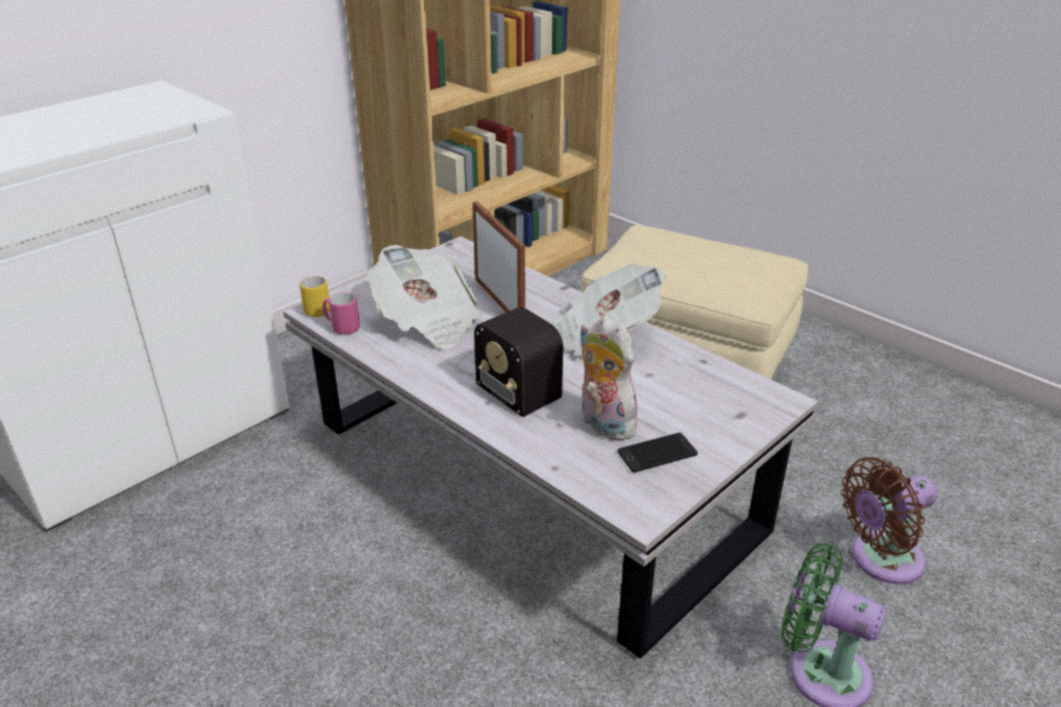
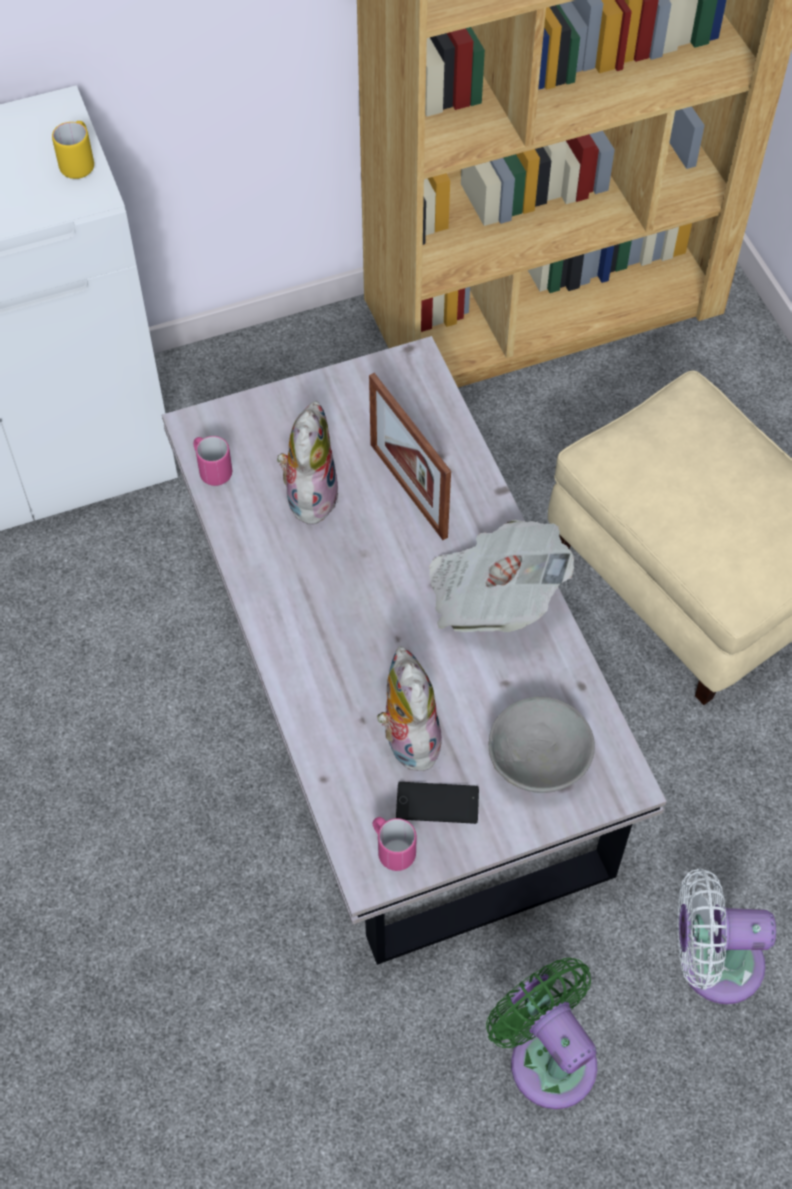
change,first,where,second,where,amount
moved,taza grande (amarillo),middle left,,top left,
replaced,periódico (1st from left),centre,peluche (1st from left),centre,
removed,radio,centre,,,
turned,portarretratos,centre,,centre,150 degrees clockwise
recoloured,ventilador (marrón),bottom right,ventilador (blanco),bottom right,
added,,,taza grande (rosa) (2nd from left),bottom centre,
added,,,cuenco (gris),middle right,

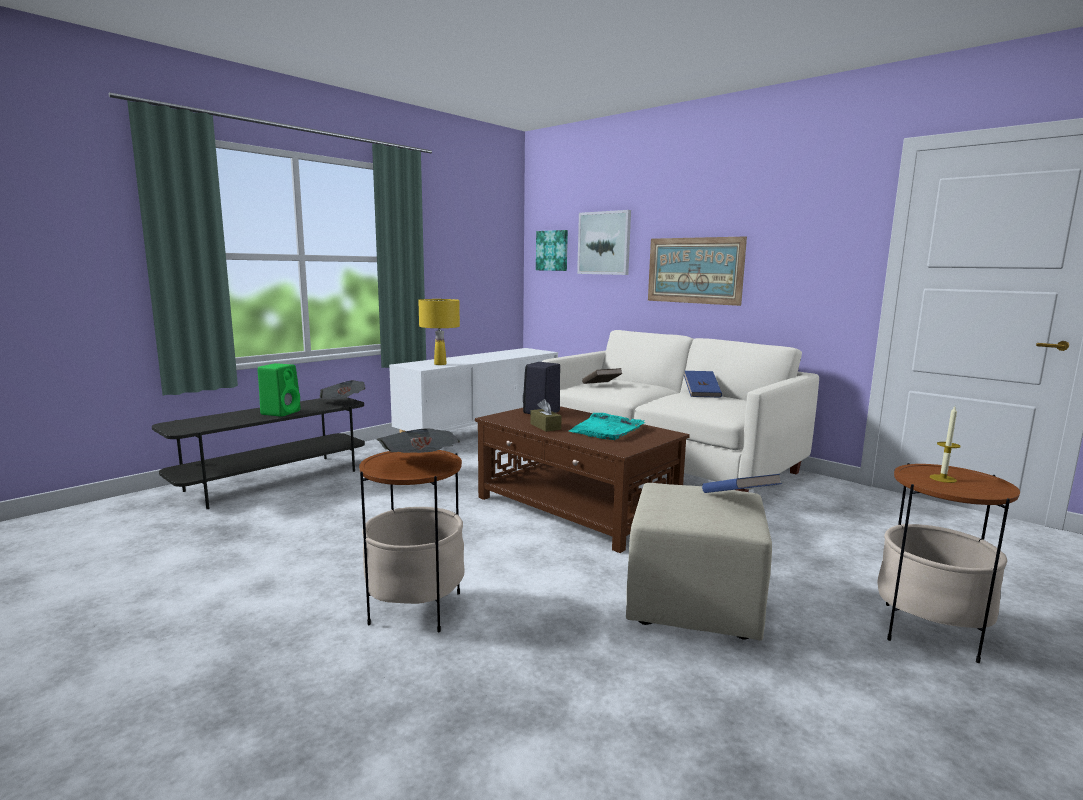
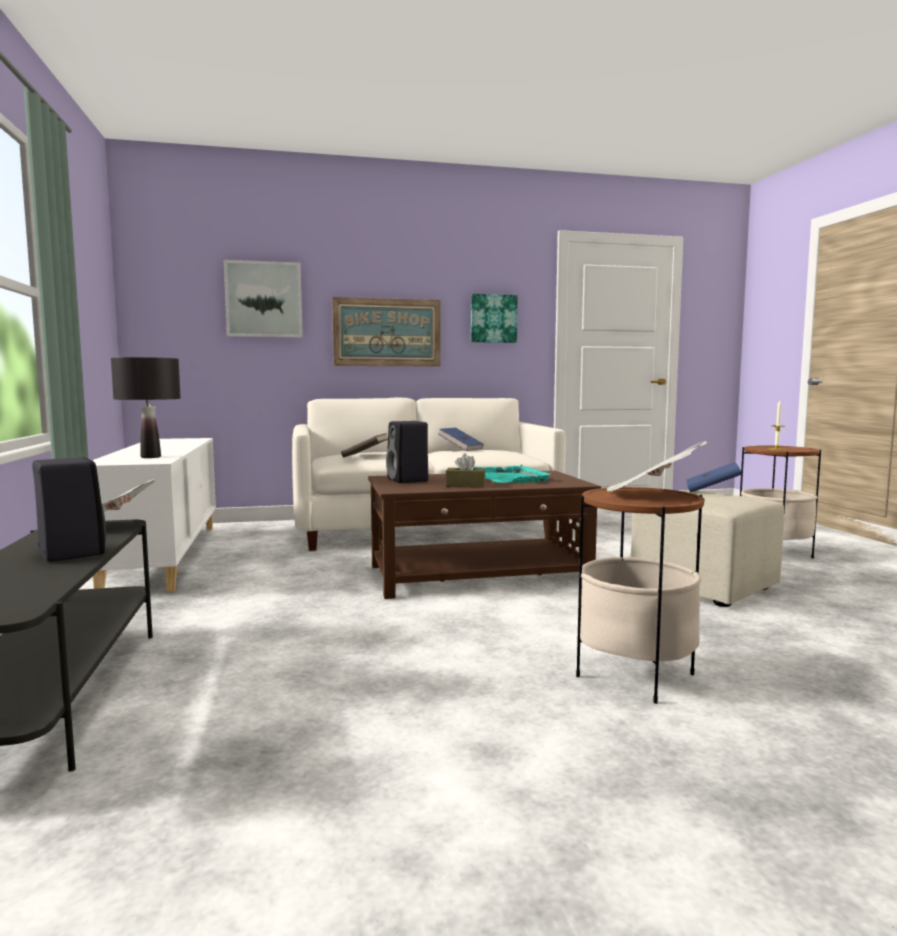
change,first,where,second,where,amount
recoloured,altavoz (verde),middle left,altavoz (negro) (1st from left),middle left,
recoloured,lámpara de mesa (amarillo),centre,lámpara de mesa (negro),middle left,
moved,cuadro (1st from left in the first image),top centre,cuadro (3rd from left),centre,

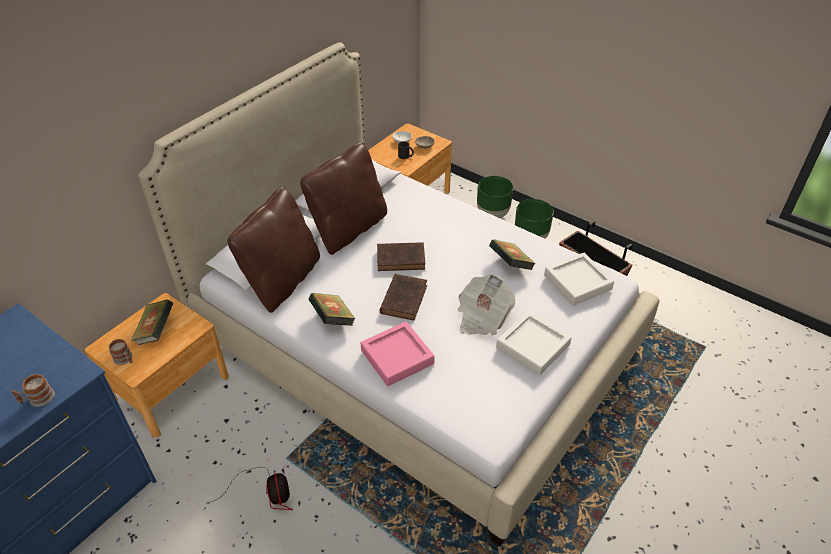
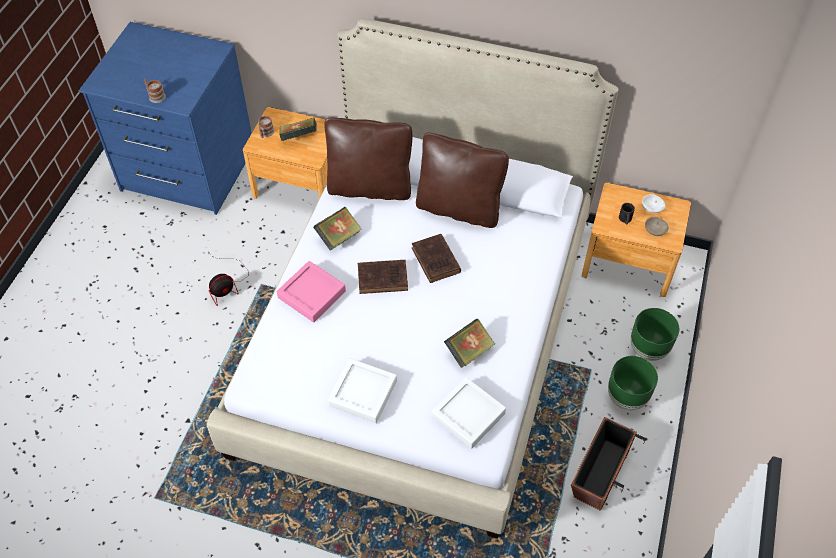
change,first,where,second,where,amount
removed,periódico,centre,,,

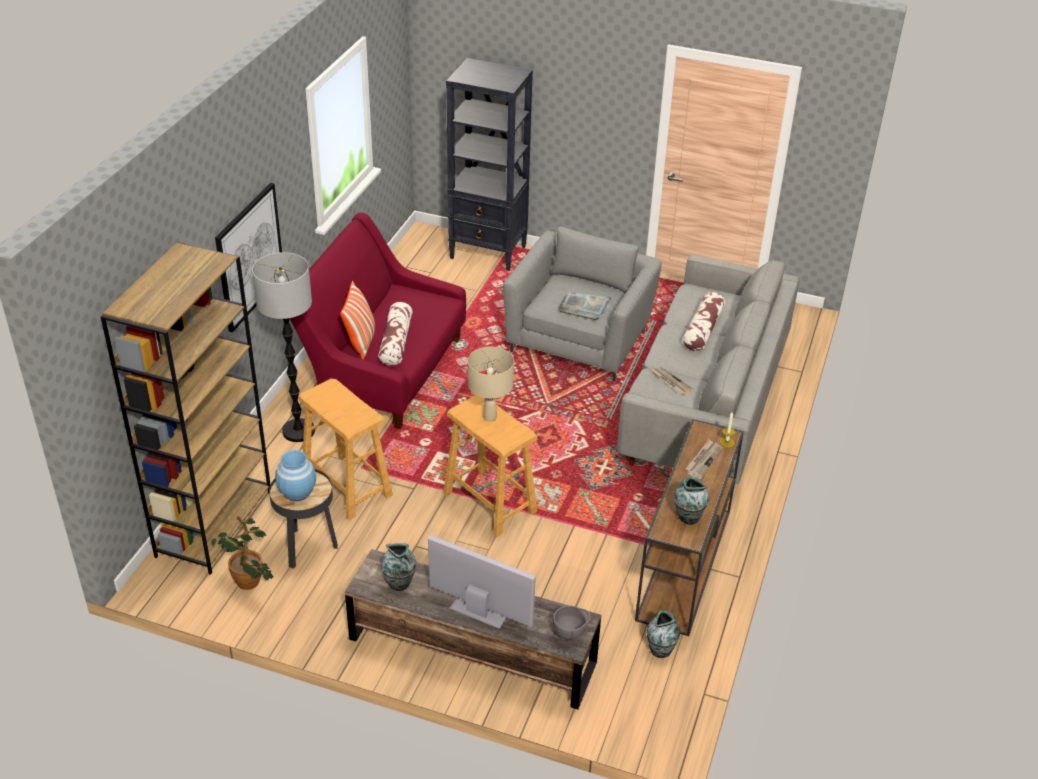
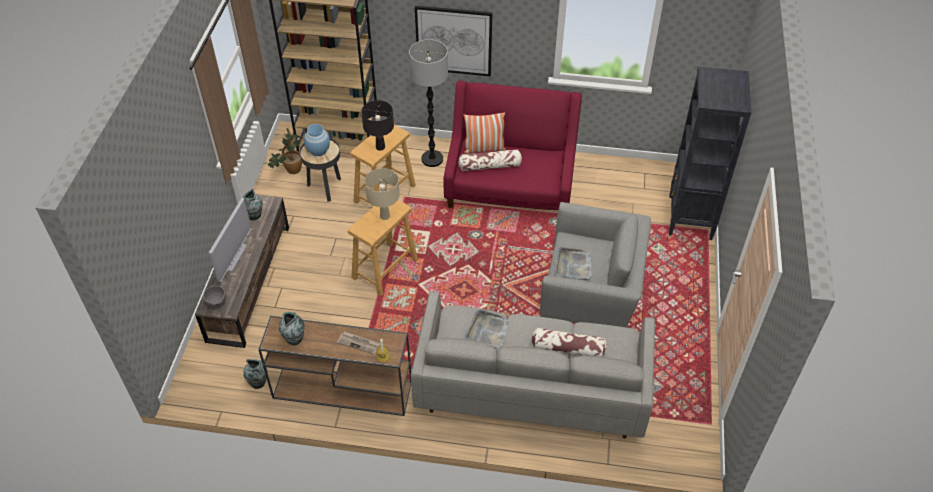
change,first,where,second,where,amount
replaced,periódico (1st from left),centre,bandeja (gris) (1st from left),bottom centre,
added,,,lámpara de mesa (negro),top centre,

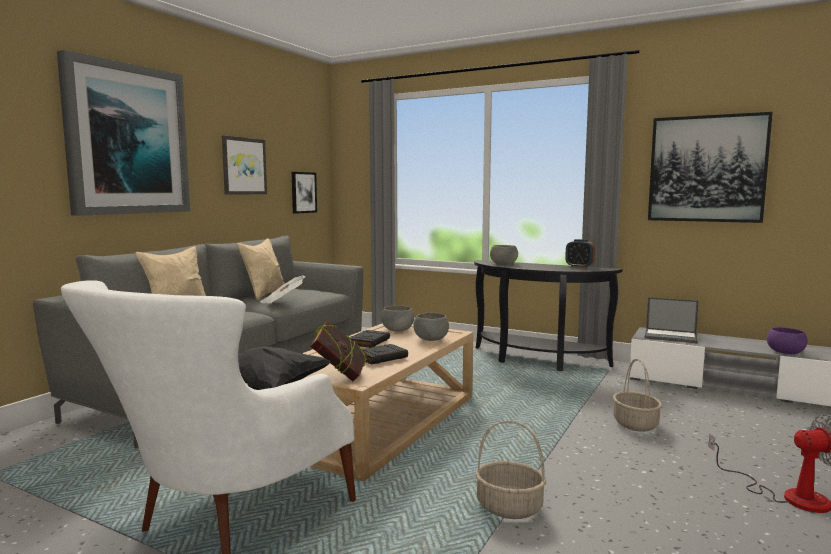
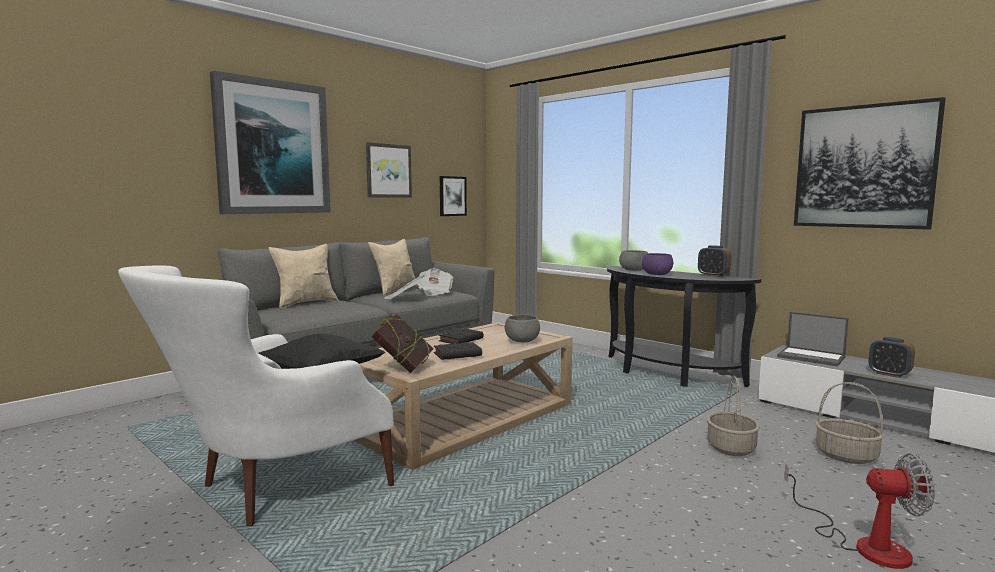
change,first,where,second,where,amount
removed,cuenco (gris) (1st from left),centre,,,
moved,cesta (1st from left in the first image),bottom centre,cesta (2nd from left),bottom right,
moved,cuenco (morado),middle right,,centre,
added,,,periódico (2nd from left),centre,
added,,,despertador (2nd from left),middle right,

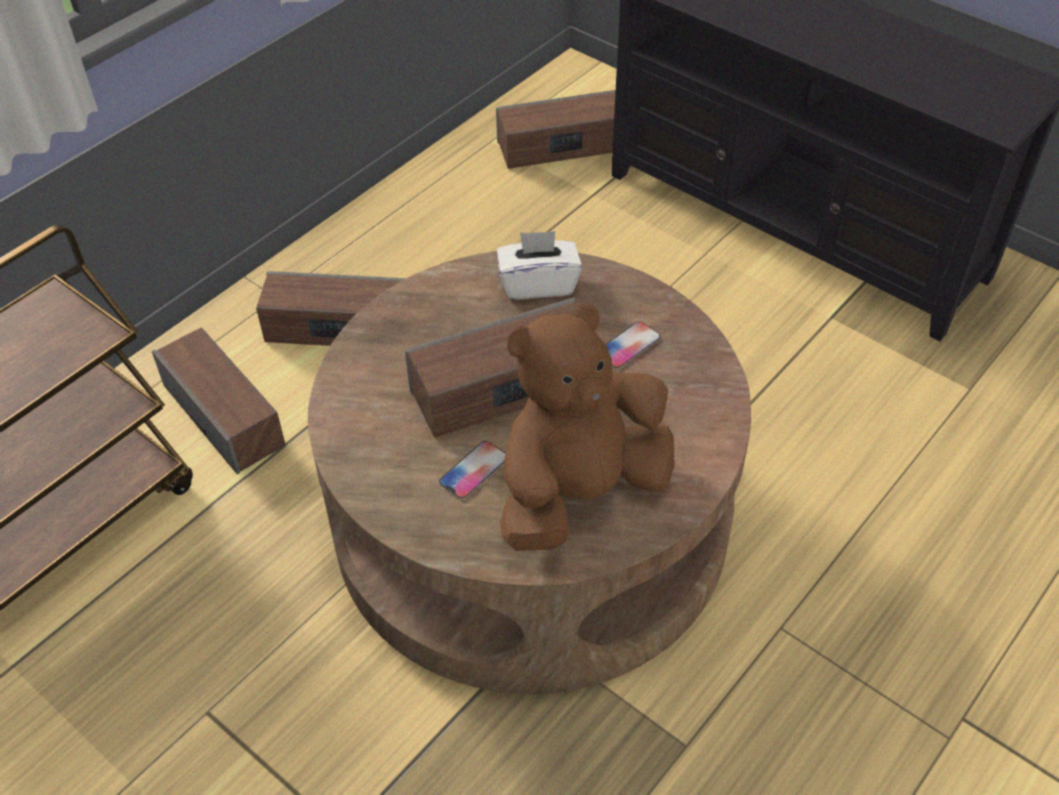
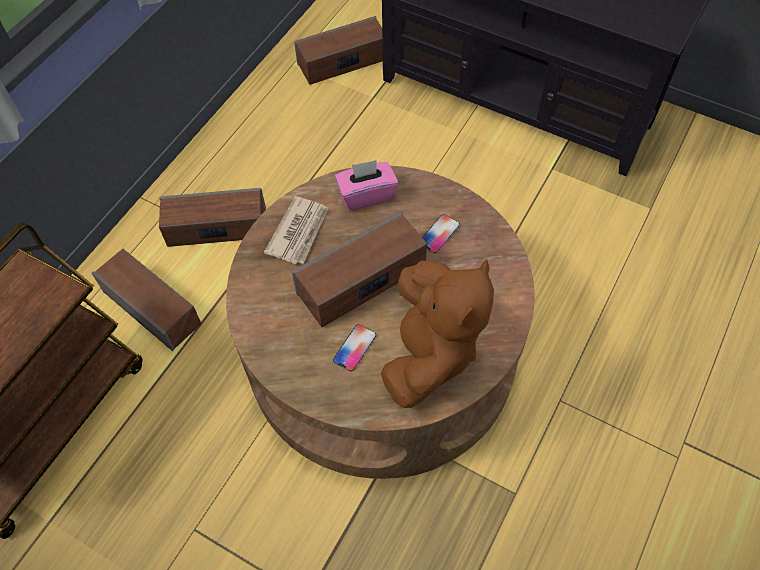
change,first,where,second,where,amount
recoloured,caja de pañuelos (blanco),centre,caja de pañuelos (rosa),top centre,
turned,peluche (marrón),centre,,centre,150 degrees clockwise
added,,,periódico,centre,

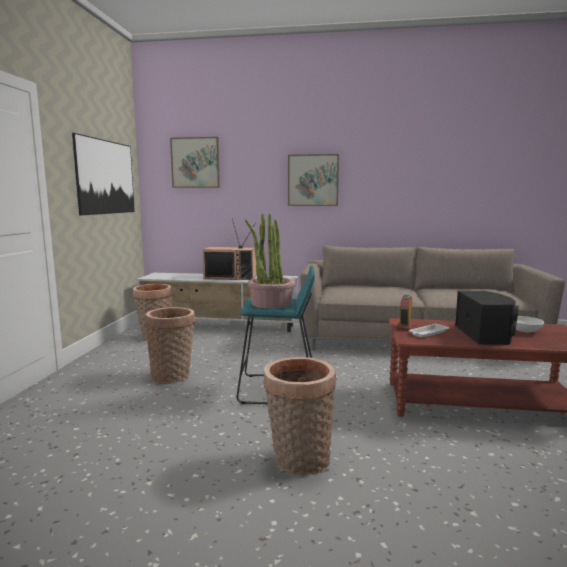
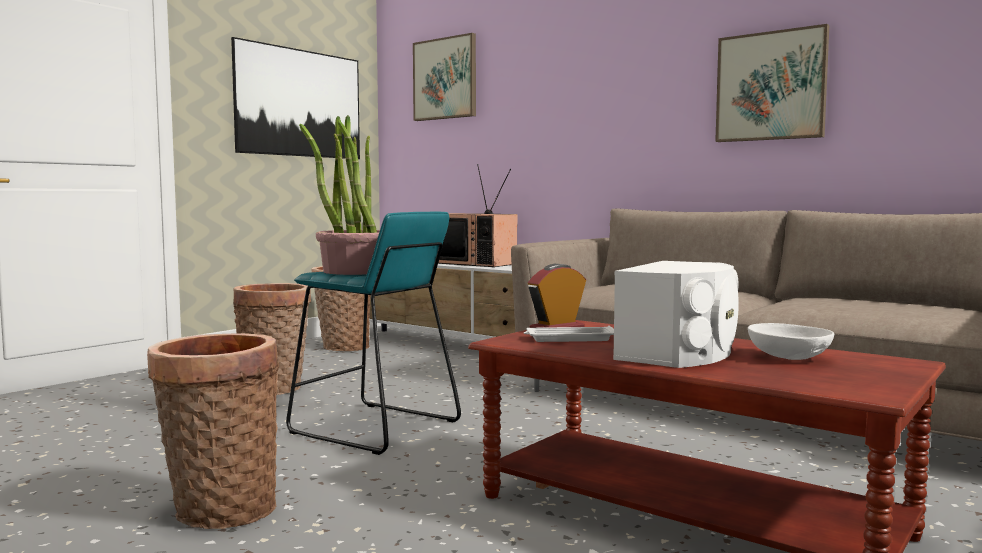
change,first,where,second,where,amount
moved,cuadro (3rd from left),top centre,,top right,
recoloured,altavoz (negro),middle right,altavoz (blanco),middle right,

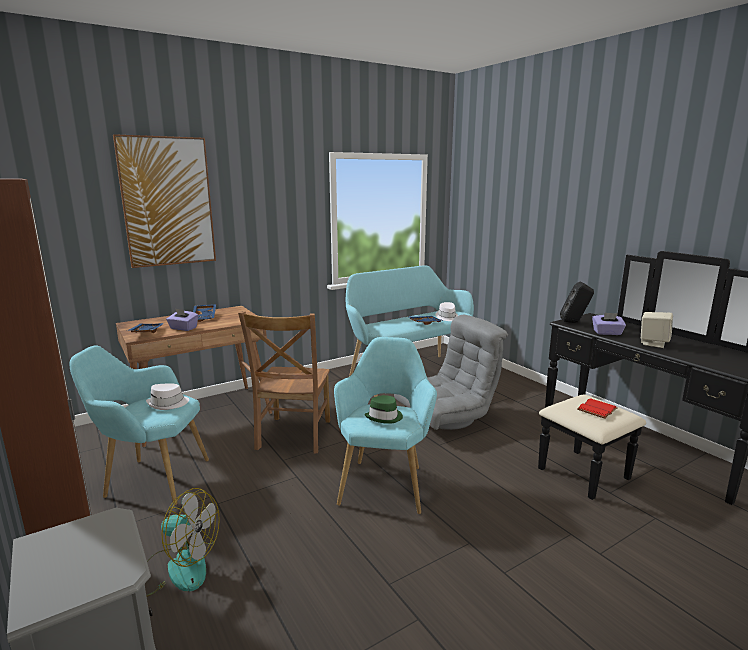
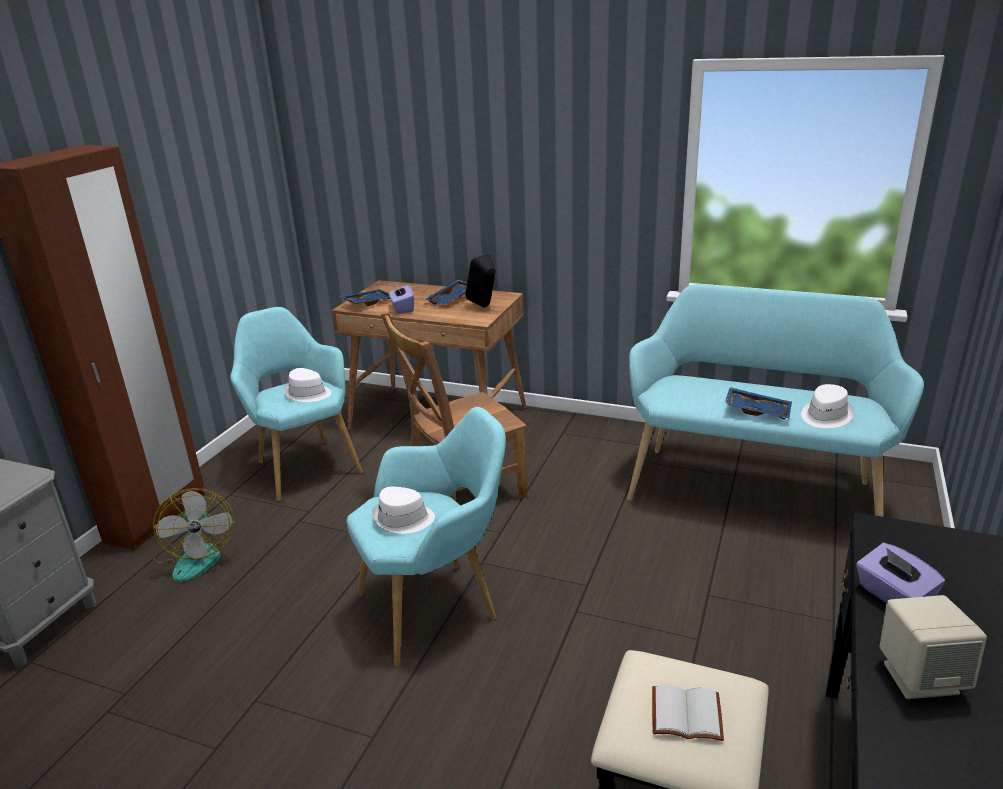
change,first,where,second,where,amount
removed,cuadro,top left,,,
recoloured,sombrero (verde),centre,sombrero (blanco) (2nd from left),centre,
removed,sillón (gris),centre,,,
moved,altavoz (negro),middle right,,centre,
recoloured,libro (rojo),middle right,libro (blanco),bottom right,

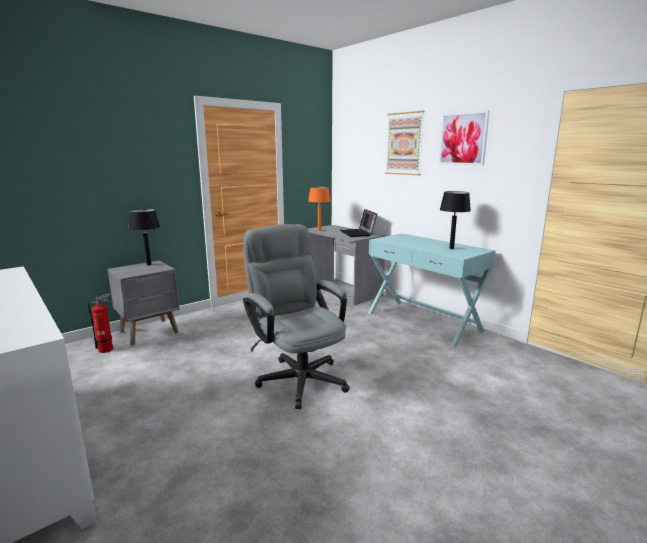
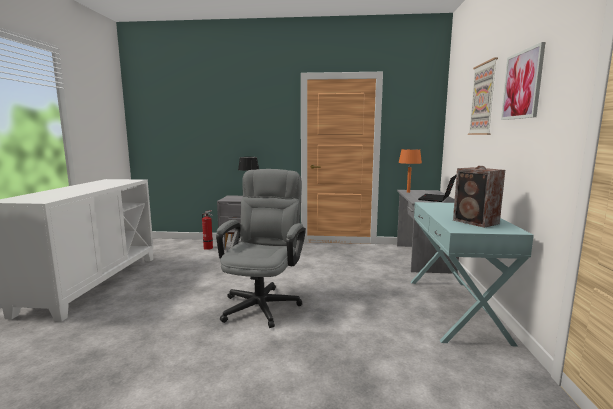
change,first,where,second,where,amount
replaced,lámpara de mesa (negro) (2nd from left),middle right,altavoz,middle right,

